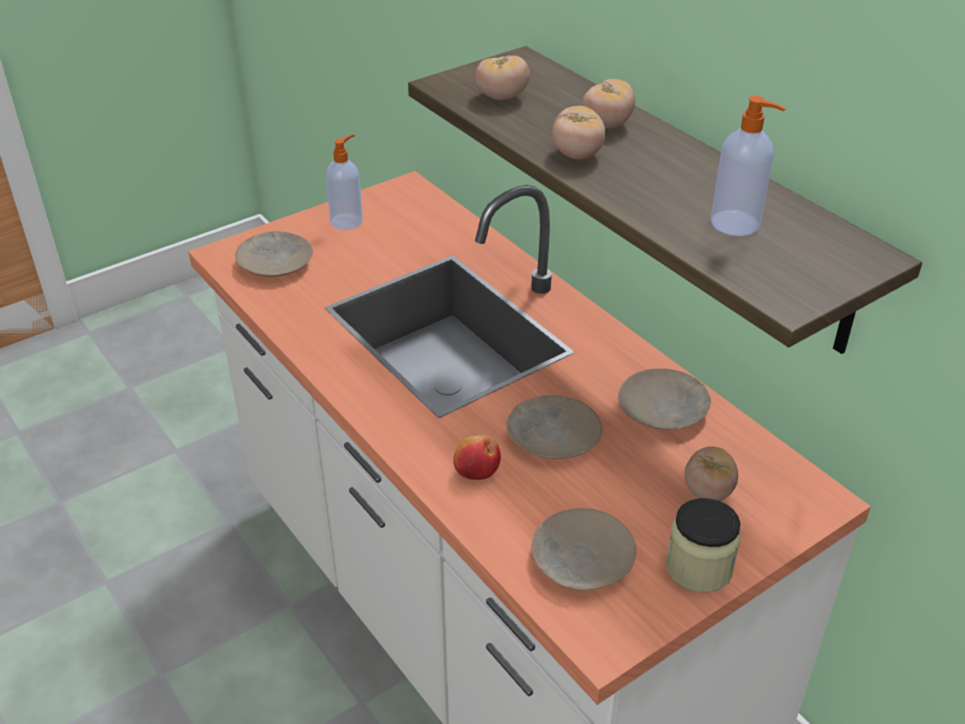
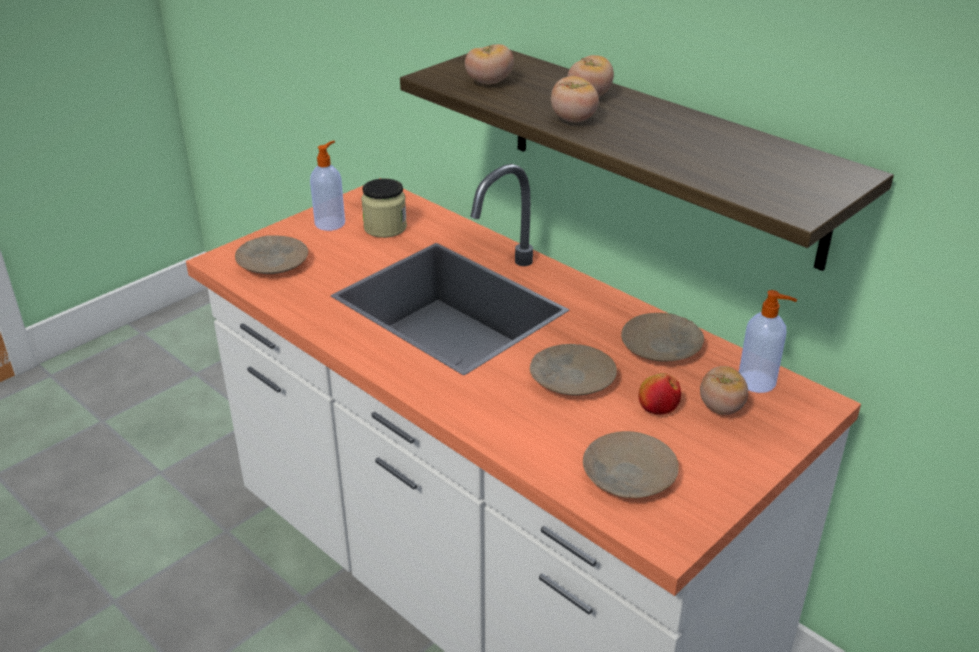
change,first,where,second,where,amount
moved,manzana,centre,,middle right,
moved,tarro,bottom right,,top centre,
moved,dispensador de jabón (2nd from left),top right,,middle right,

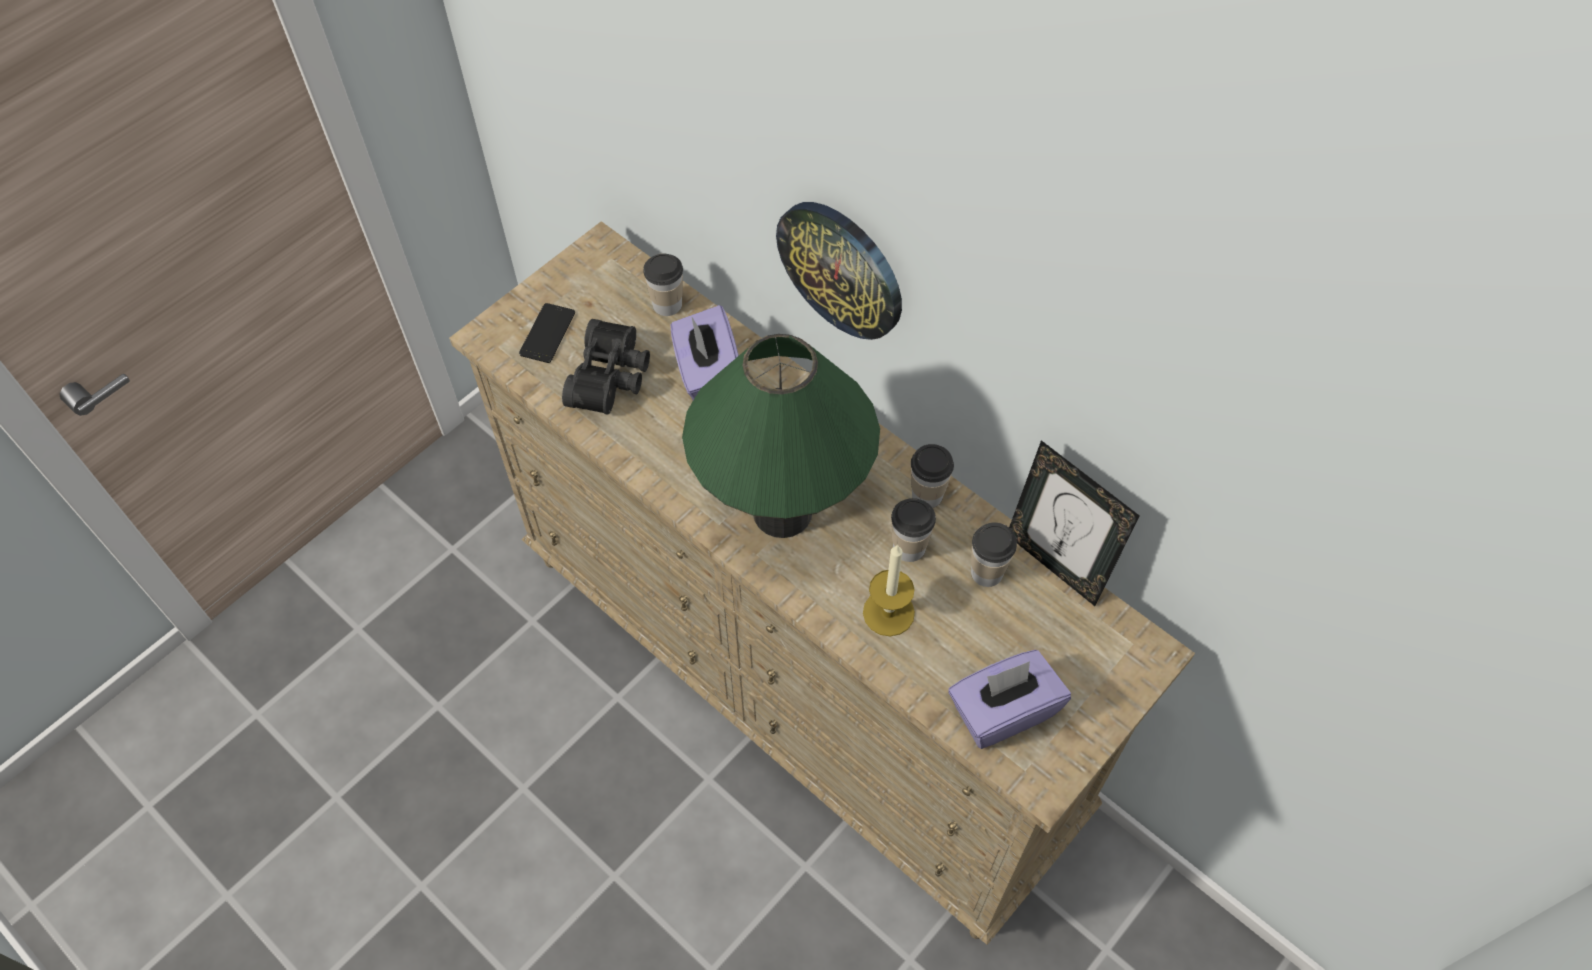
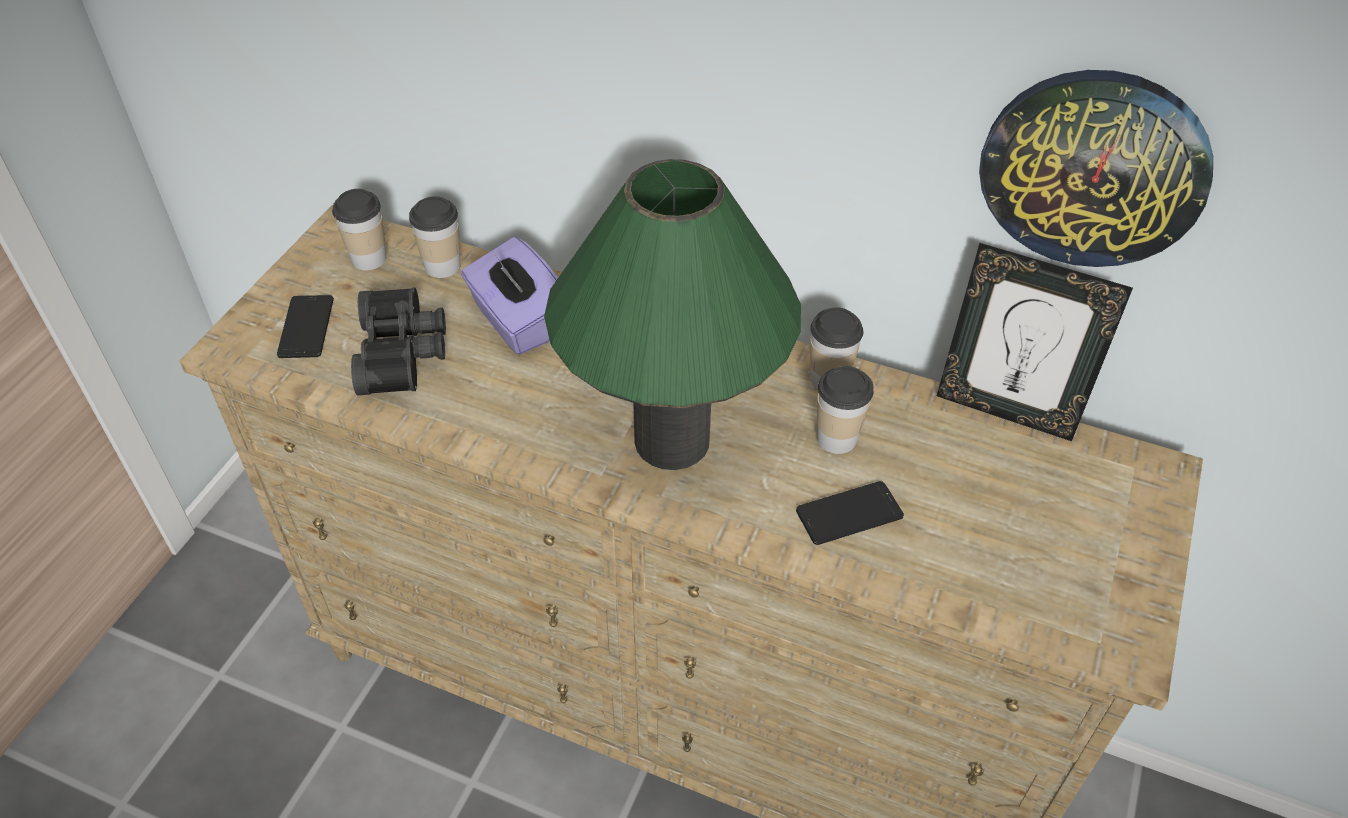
change,first,where,second,where,amount
moved,reloj de pared,top centre,,top right,
replaced,vela,centre,móvil (2nd from left),centre,
removed,caja de pañuelos (morado) (2nd from left),bottom centre,,,
moved,taza (4th from left in the first image),centre,taza (1st from left),top left,

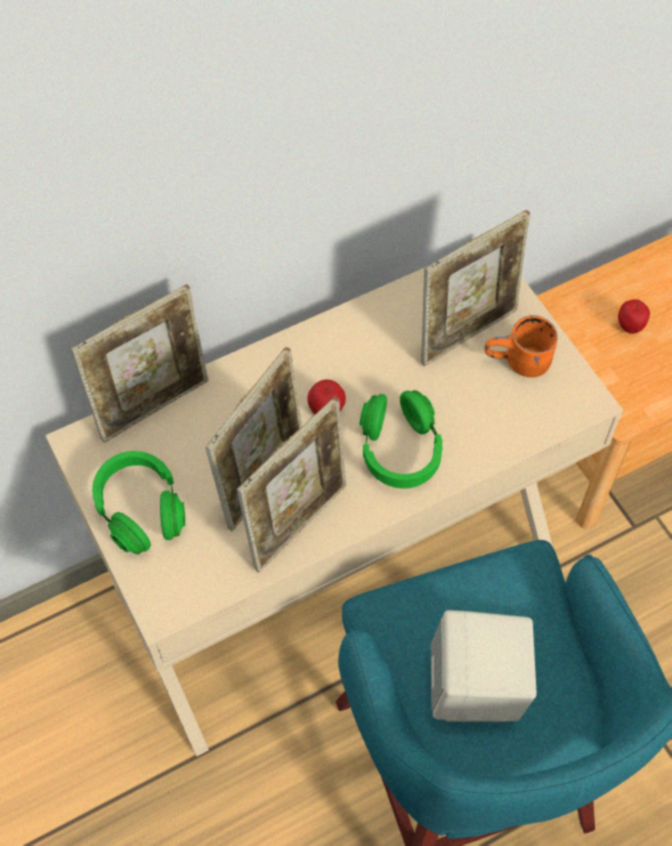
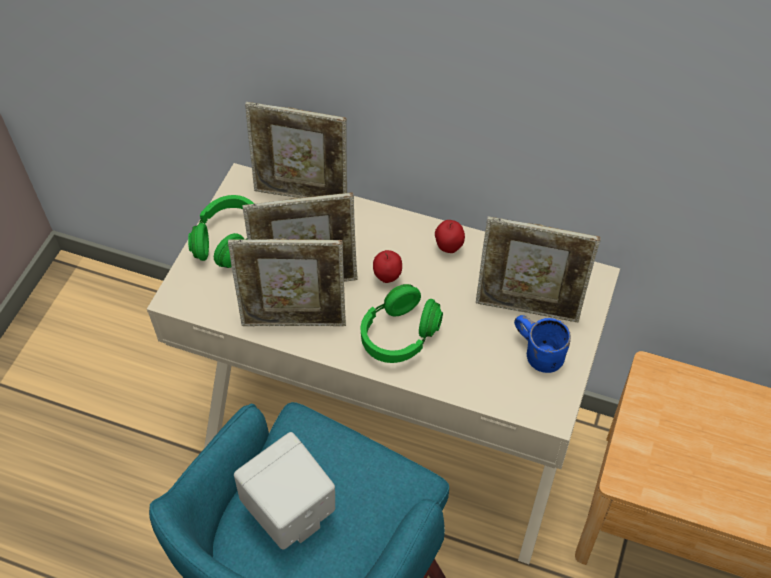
change,first,where,second,where,amount
recoloured,taza grande (naranja),middle right,taza grande (azul),middle right,
moved,manzana (2nd from left),middle right,,centre,

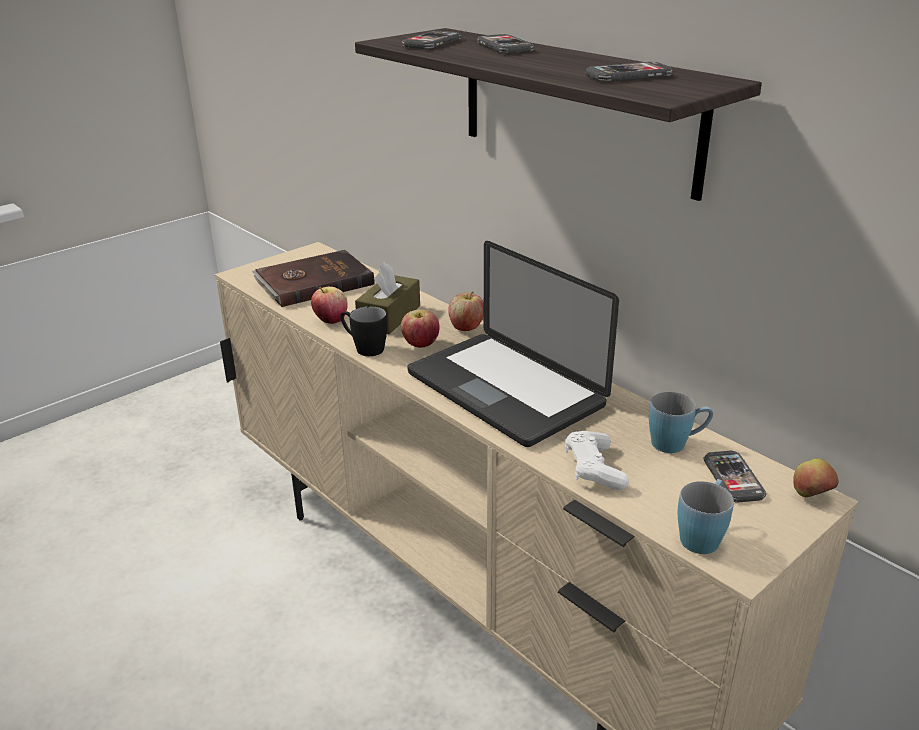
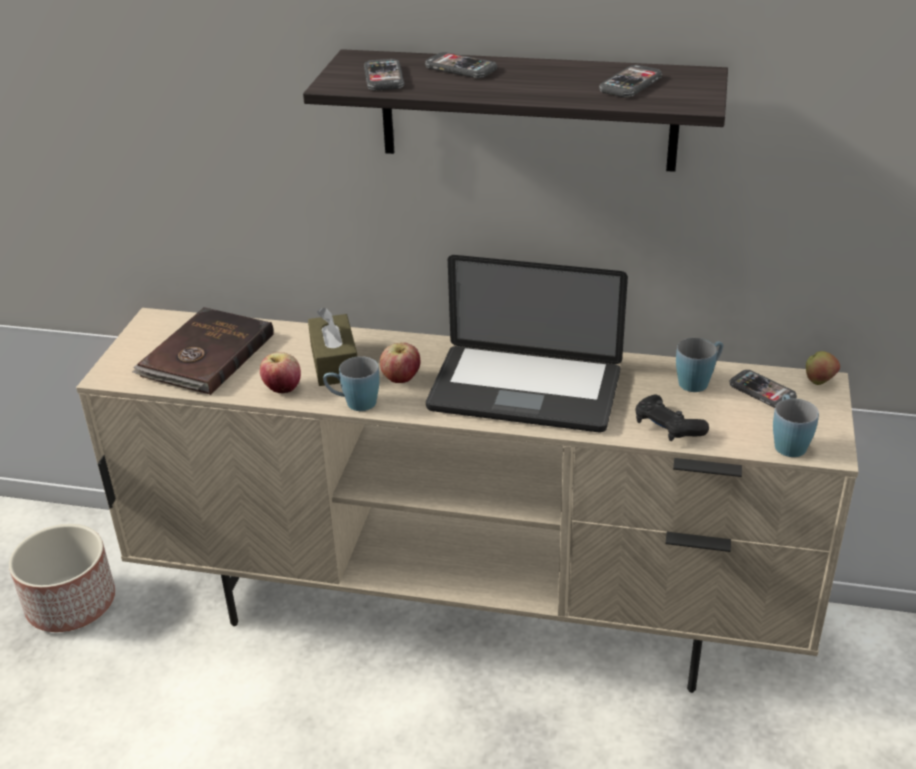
change,first,where,second,where,amount
recoloured,taza grande (negro),centre,taza grande (azul) (1st from left),centre,
removed,manzana (3rd from left),centre,,,
recoloured,mando de consola (blanco),centre,mando de consola (negro),middle right,
added,,,maceta,bottom left,

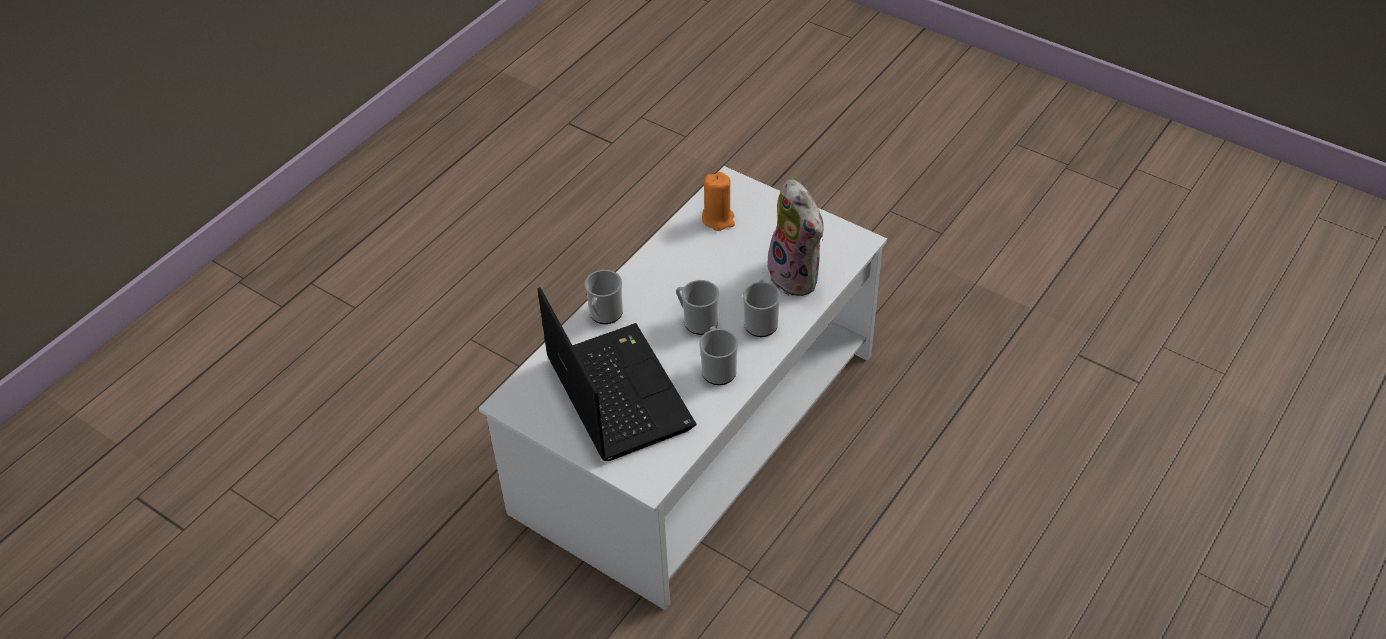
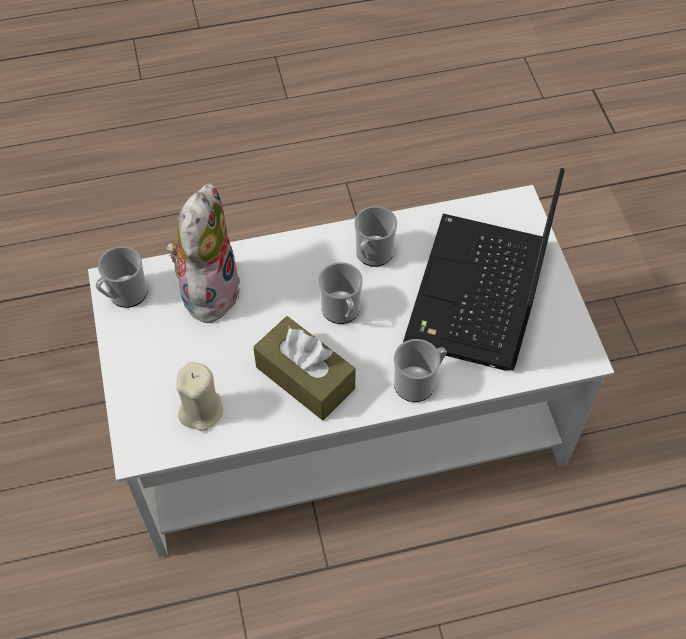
change,first,where,second,where,amount
recoloured,vela (naranja),top centre,vela (beis),middle left,
moved,taza grande (4th from left in the first image),centre,taza grande (1st from left),middle left,
added,,,caja de pañuelos (marrón),centre,

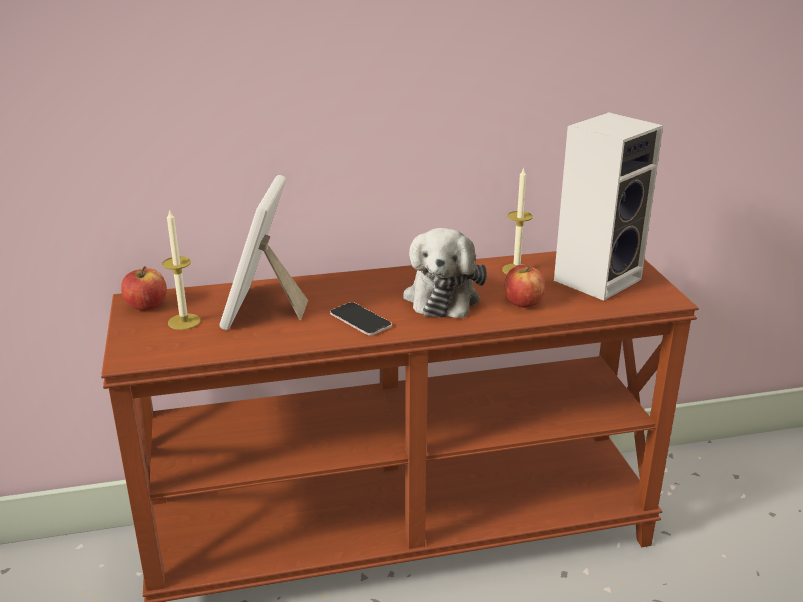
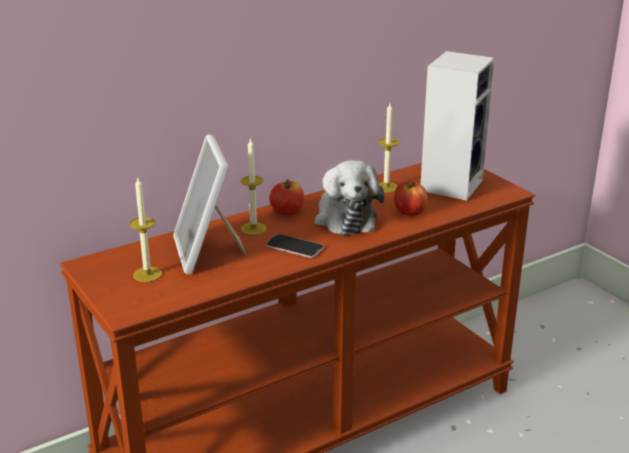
change,first,where,second,where,amount
moved,manzana (1st from left),middle left,,centre,
added,,,vela (2nd from left),centre,

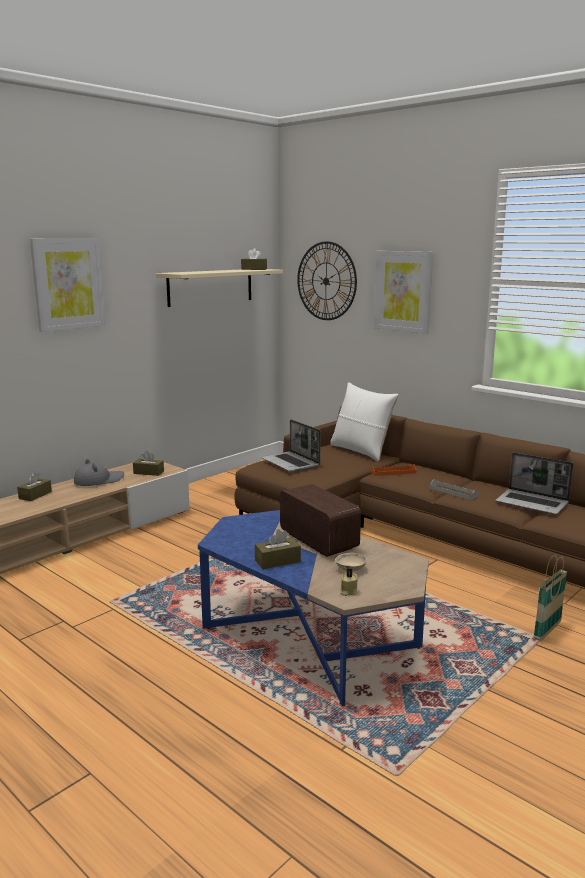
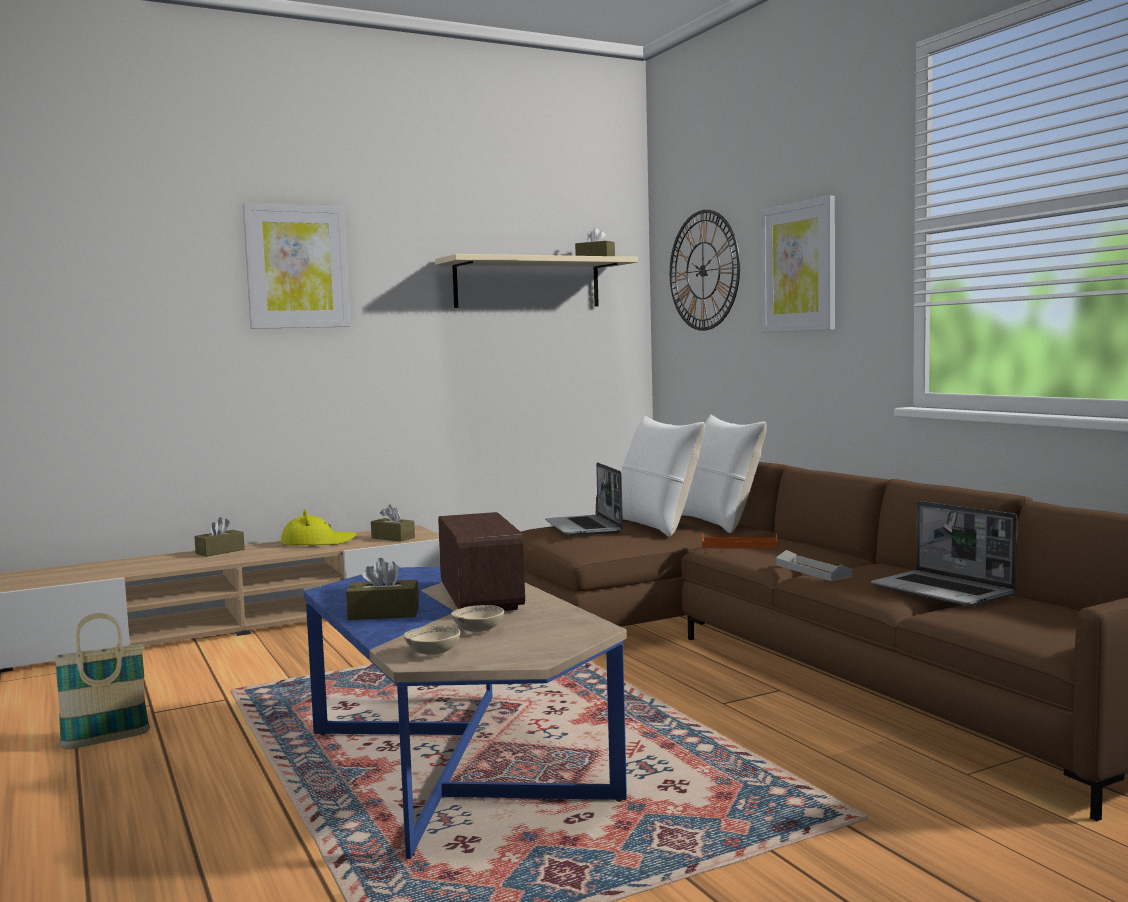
change,first,where,second,where,amount
recoloured,sombrero (gris),middle left,sombrero (amarillo),middle left,
replaced,vela (beis),centre,cuenco (beis) (1st from left),bottom centre,
moved,cesta,bottom right,,bottom left,
added,,,cojín (blanco) (1st from left),centre,

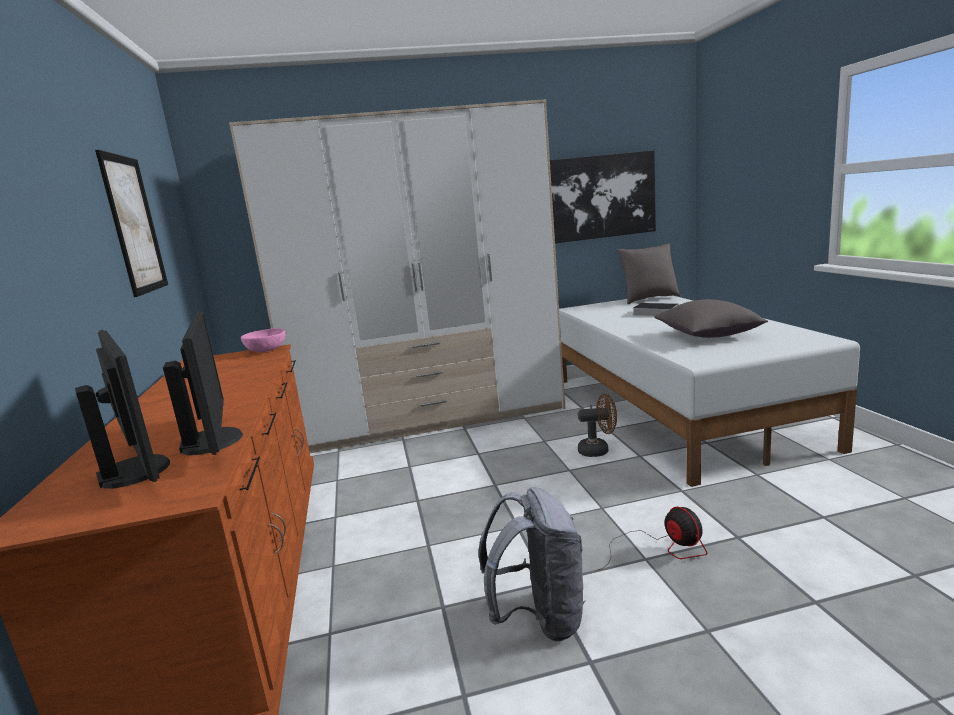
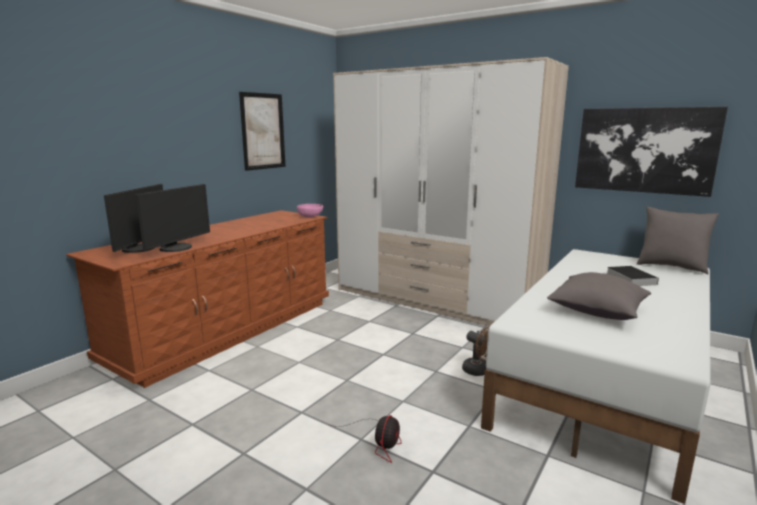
change,first,where,second,where,amount
removed,mochila (gris),bottom centre,,,

